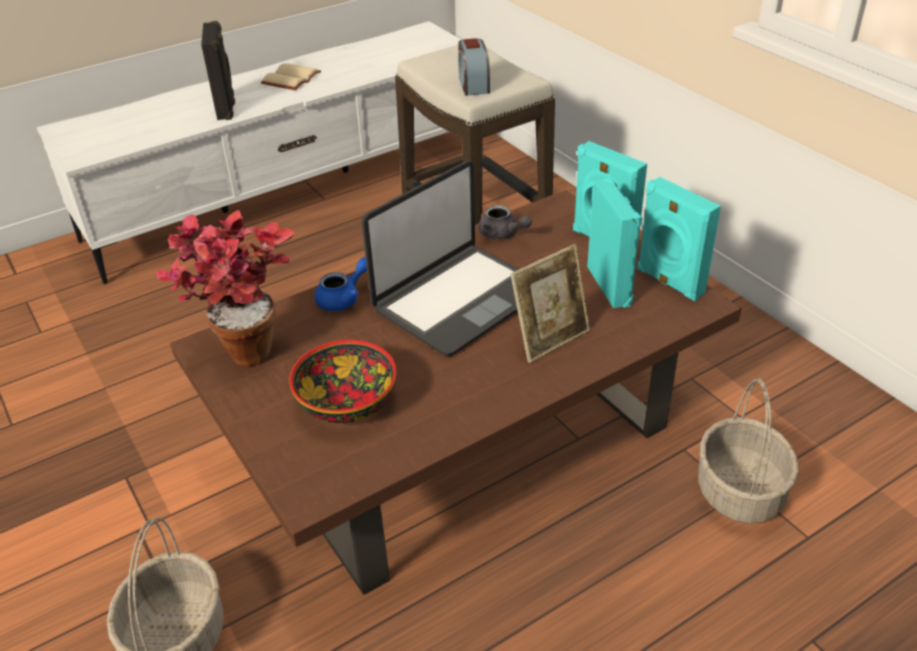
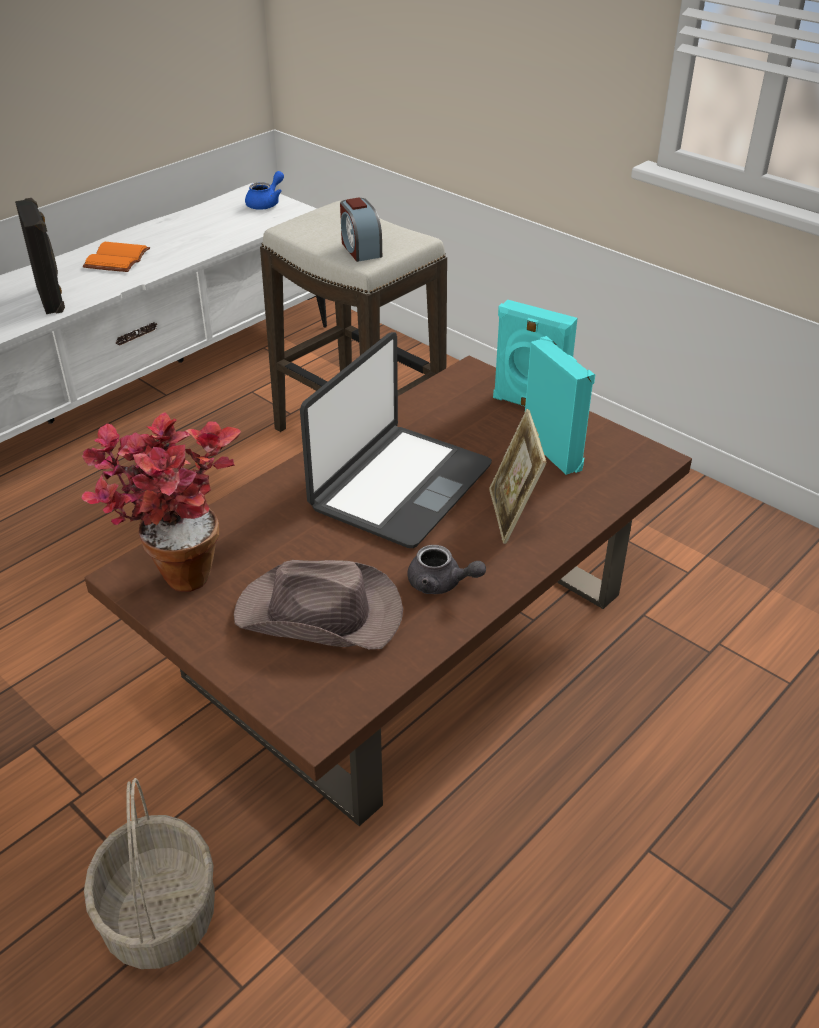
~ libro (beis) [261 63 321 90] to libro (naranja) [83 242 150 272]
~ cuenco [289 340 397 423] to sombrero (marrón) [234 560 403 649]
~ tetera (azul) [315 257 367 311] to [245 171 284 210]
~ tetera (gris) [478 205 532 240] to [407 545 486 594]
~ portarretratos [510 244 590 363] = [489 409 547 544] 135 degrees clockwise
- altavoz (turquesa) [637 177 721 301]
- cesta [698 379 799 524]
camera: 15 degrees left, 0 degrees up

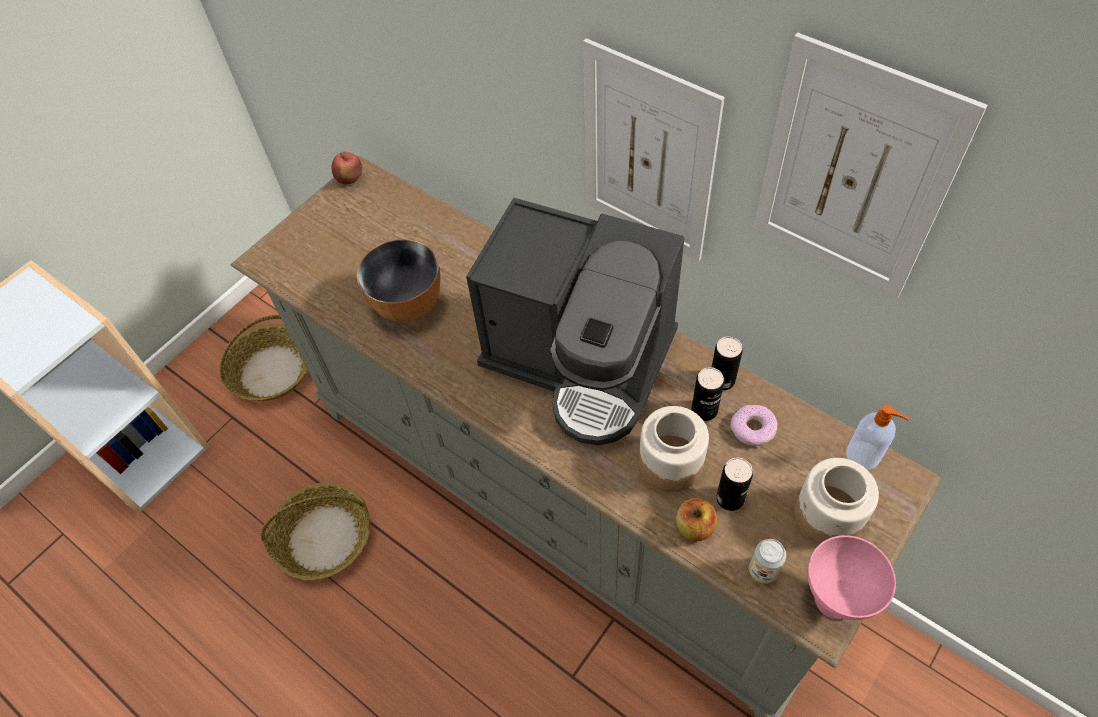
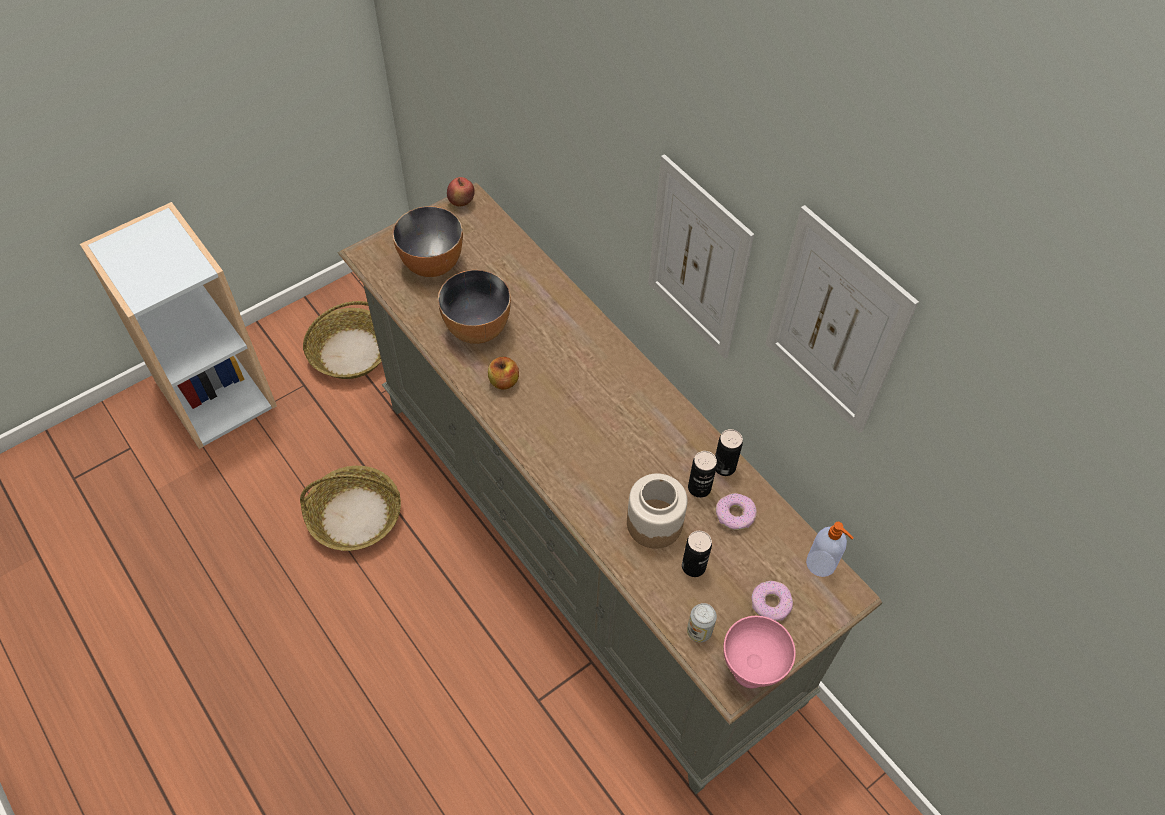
- cafetera [466 198 684 445]
~ manzana [676 499 717 541] to [488 357 519 390]
~ tarro [795 458 879 544] to rosquilla [752 581 793 622]
+ cuenco [392 206 463 277]
camera: 10 degrees right, 0 degrees up

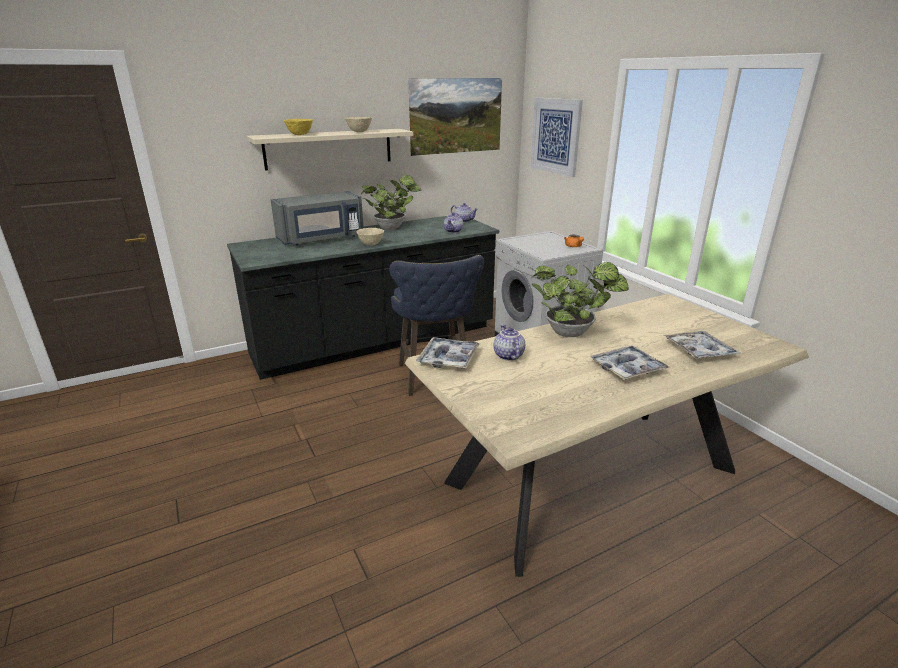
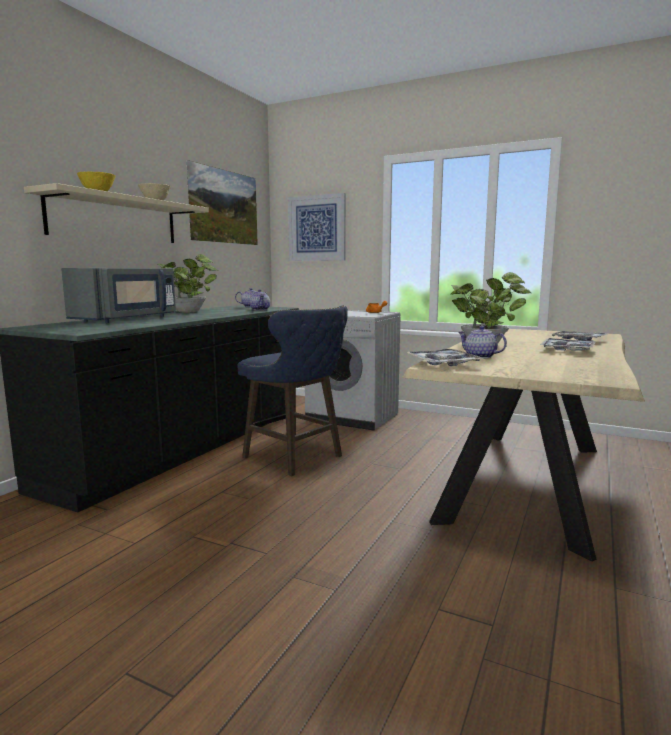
- cuenco (beis) [356 228 384 245]
camera: 35 degrees left, 15 degrees down

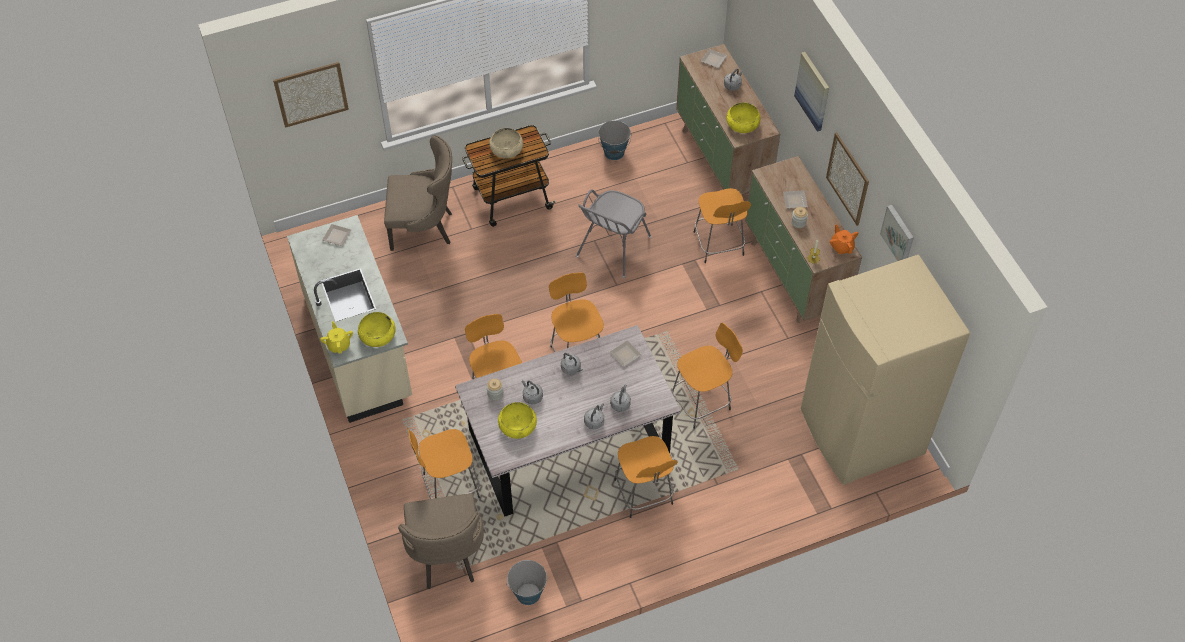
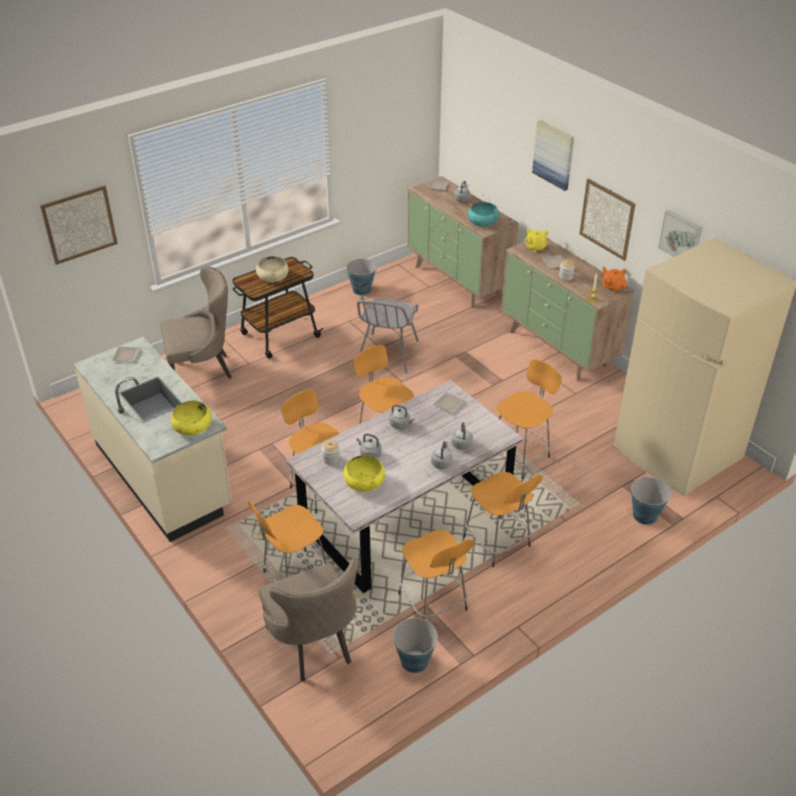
~ tetera (amarillo) [320 321 353 354] to [525 228 548 252]
~ taburete (naranja) [694 188 751 263] to [398 530 474 620]
~ cuenco (amarillo) [726 102 760 133] to cuenco (turquesa) [468 202 499 227]
+ cubo [629 477 671 525]
camera: 15 degrees left, 15 degrees down

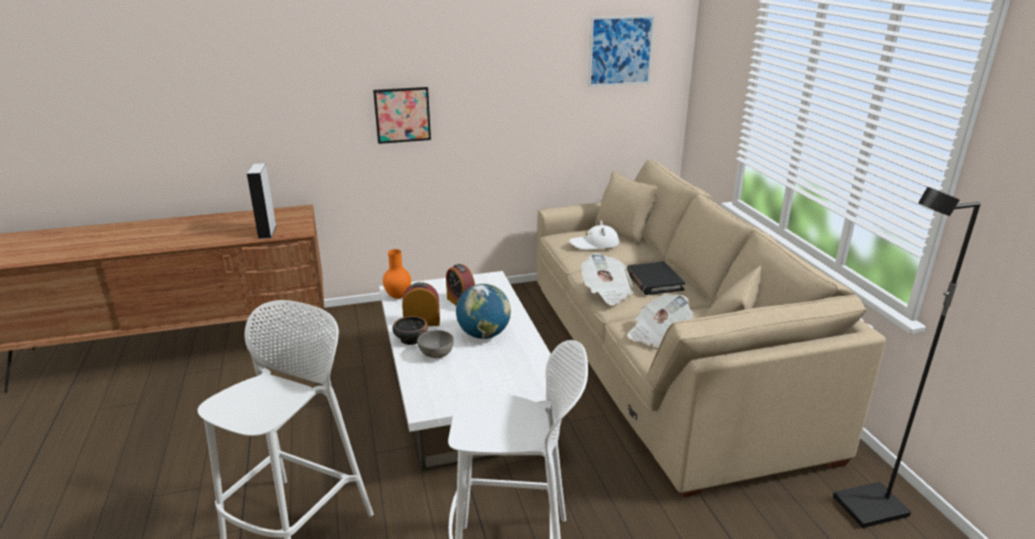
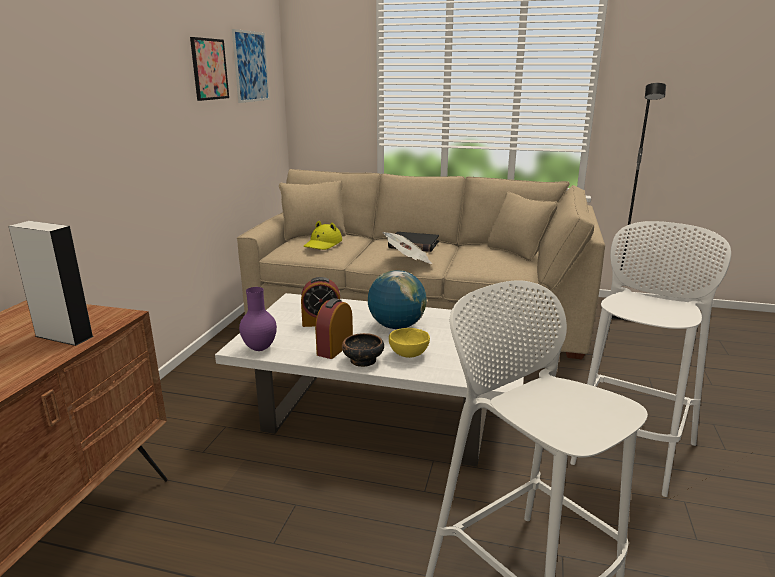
~ cuadro [373 87 431 144] to [190 37 229 101]
~ florero (naranja) [383 249 411 299] to florero (morado) [239 287 277 351]
~ cuenco (gris) [417 330 454 358] to cuenco (amarillo) [389 328 430 358]
~ sombrero (blanco) [569 220 619 250] to sombrero (amarillo) [303 221 342 250]
- periódico [627 294 693 347]
camera: 60 degrees left, 5 degrees down

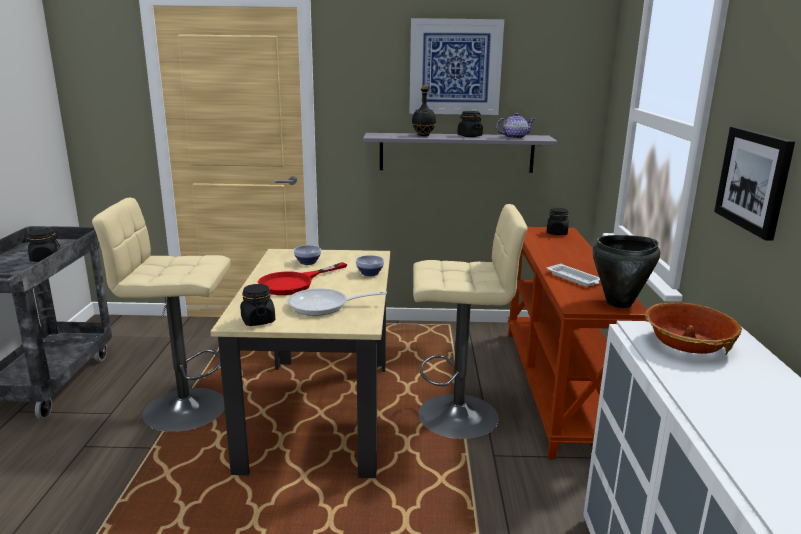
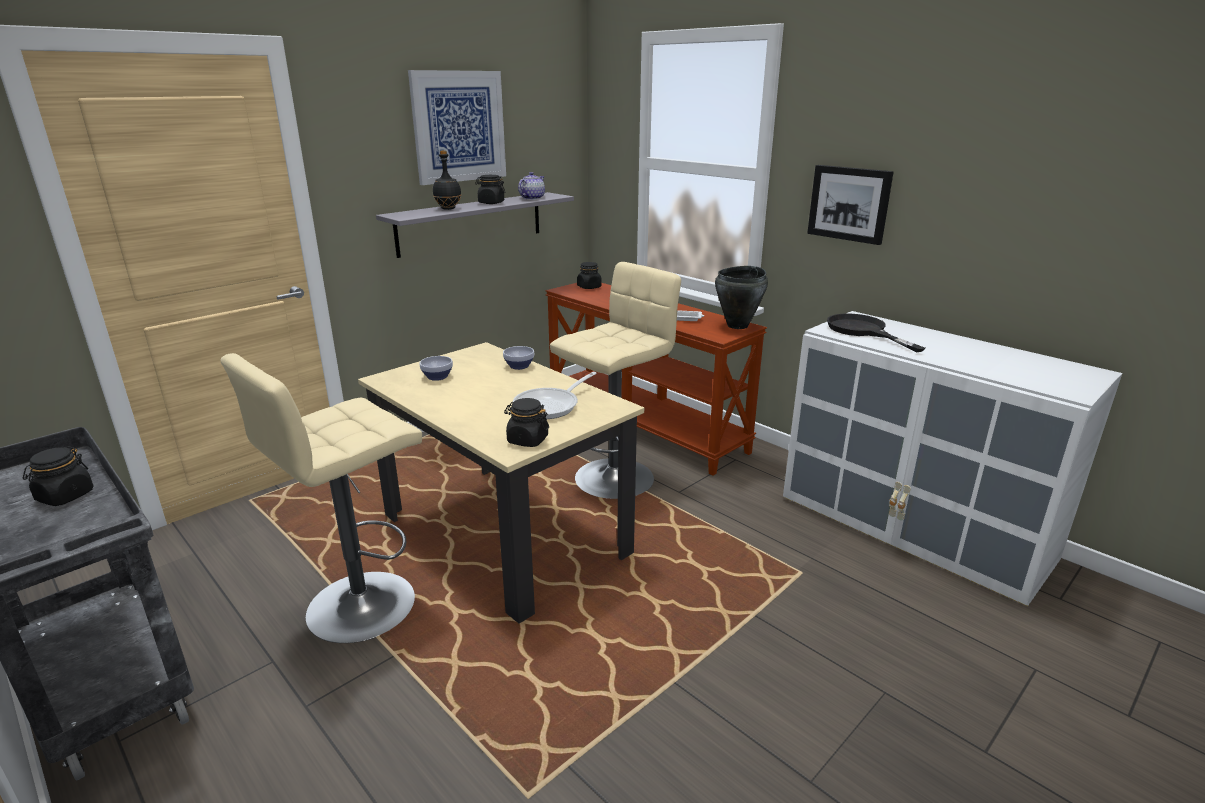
- sartén (rojo) [258 262 347 295]
~ cuenco [645 302 742 355] to sartén (negro) [827 314 925 352]
camera: 45 degrees left, 5 degrees up

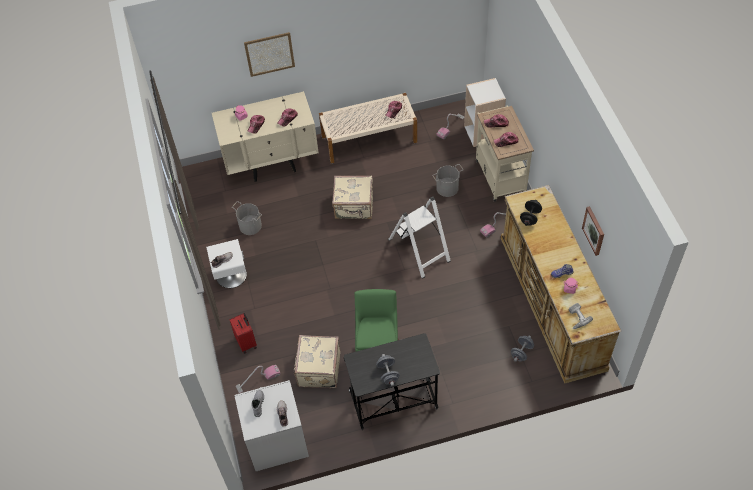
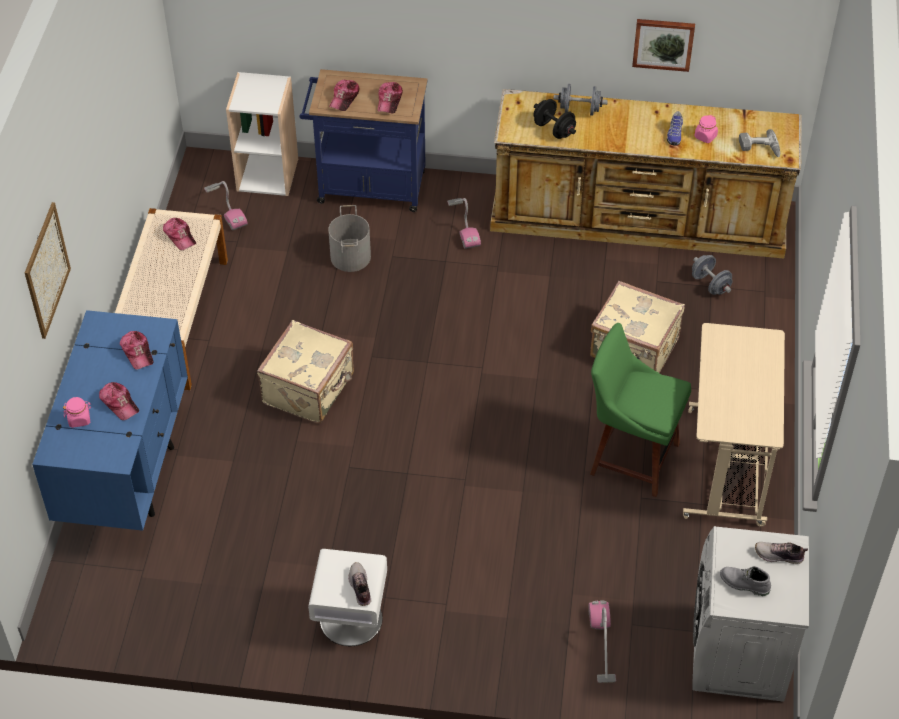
~ cómoda (beis) [212 91 319 182] to cómoda (azul) [32 310 188 531]
- maleta (rojo) [229 313 257 354]
- cubo (gris) [232 201 262 235]
~ maleta (beis) [294 335 340 388] to [590 281 685 373]
~ escritorio (negro) [343 333 440 430] to escritorio (beis) [683 323 785 527]
~ mancuerna (gris) [376 354 400 386] to [554 84 608 116]
- escalera de tijera (blanco) [388 196 451 279]
~ carrito (beis) [476 105 534 202] to carrito (azul) [299 69 428 212]
camera: 70 degrees left, 5 degrees down

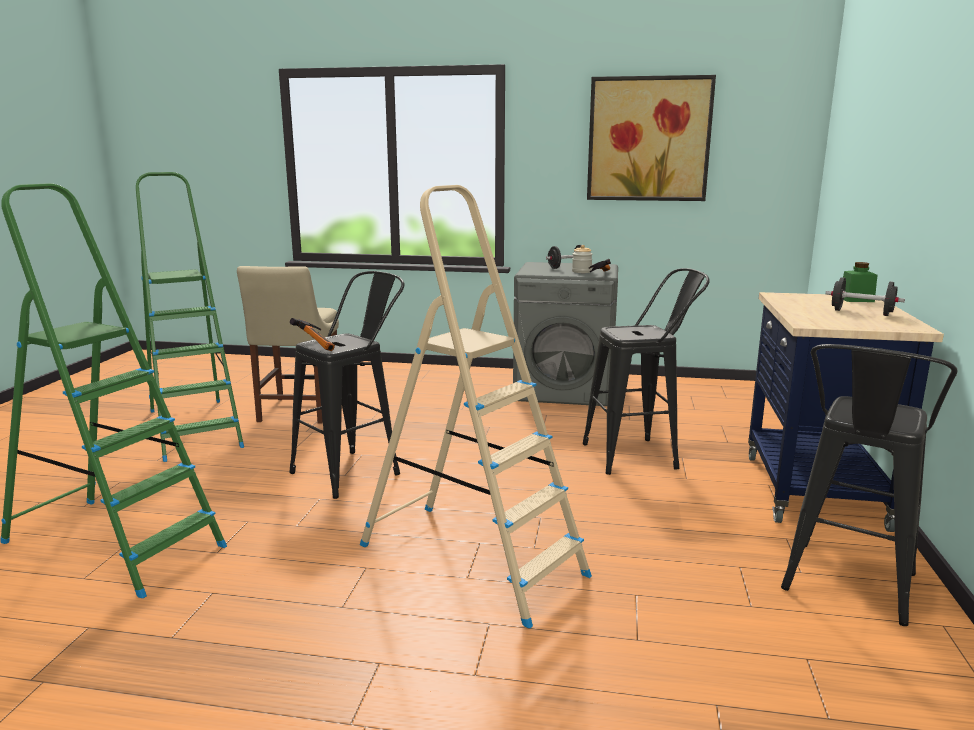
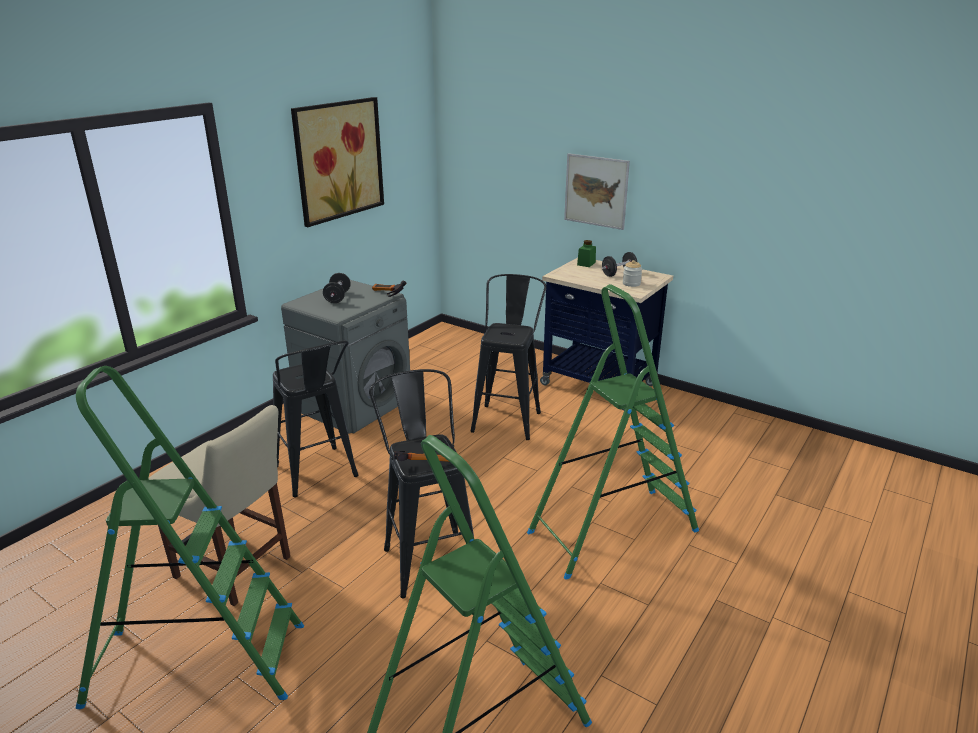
~ escalera de tijera (beis) [360 185 592 628] to escalera de tijera (verde) [527 284 699 580]
~ tarro [572 245 593 273] to [623 260 642 287]
~ taburete (negro) [781 344 958 626] to [273 340 358 497]
+ cuadro [564 153 630 230]
camera: 65 degrees left, 10 degrees up

